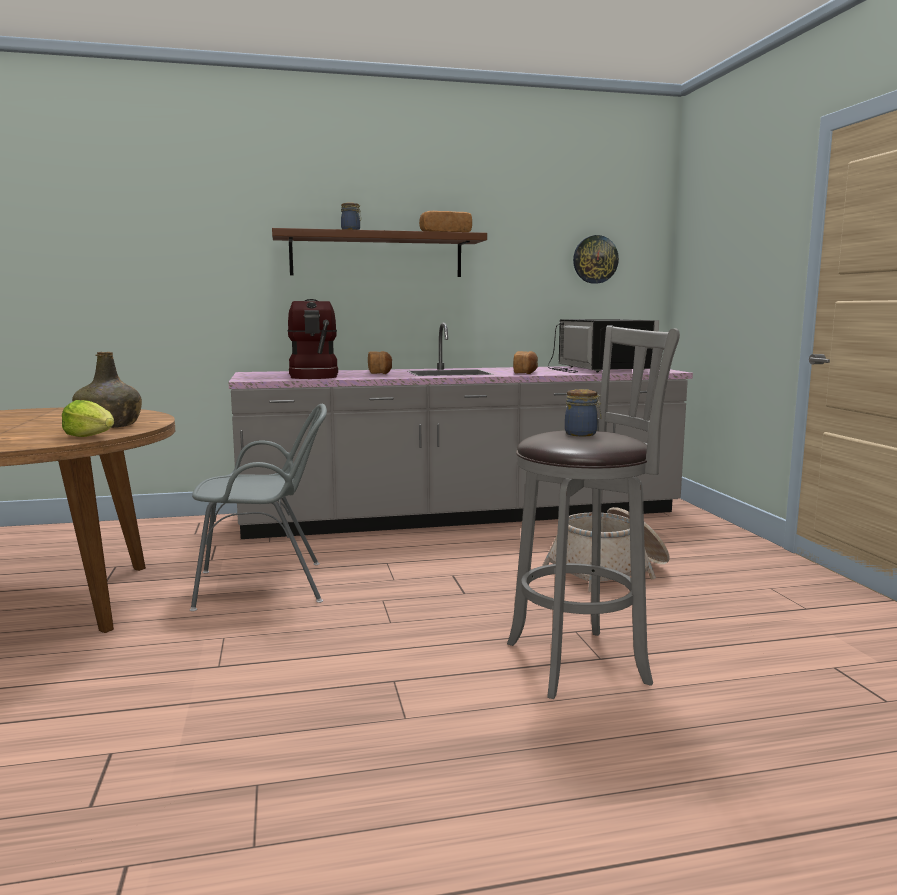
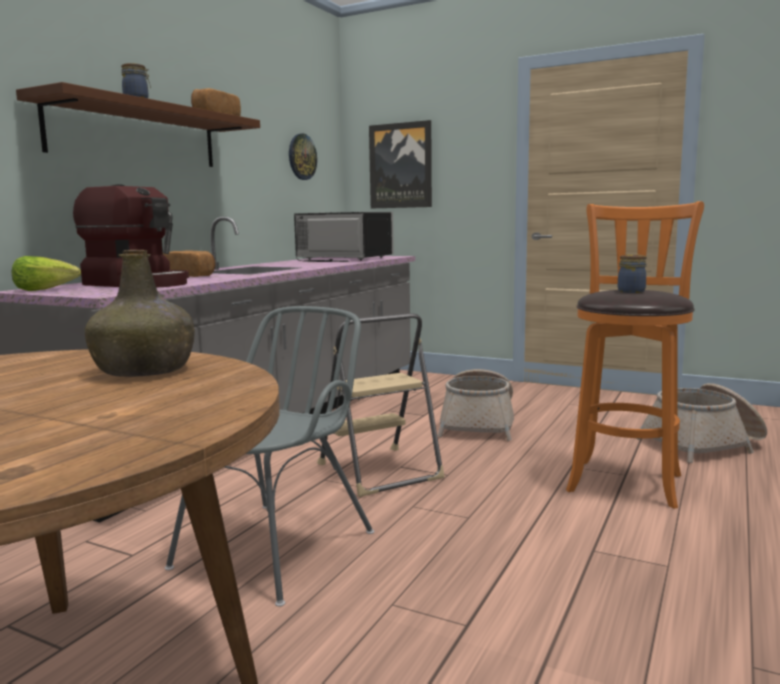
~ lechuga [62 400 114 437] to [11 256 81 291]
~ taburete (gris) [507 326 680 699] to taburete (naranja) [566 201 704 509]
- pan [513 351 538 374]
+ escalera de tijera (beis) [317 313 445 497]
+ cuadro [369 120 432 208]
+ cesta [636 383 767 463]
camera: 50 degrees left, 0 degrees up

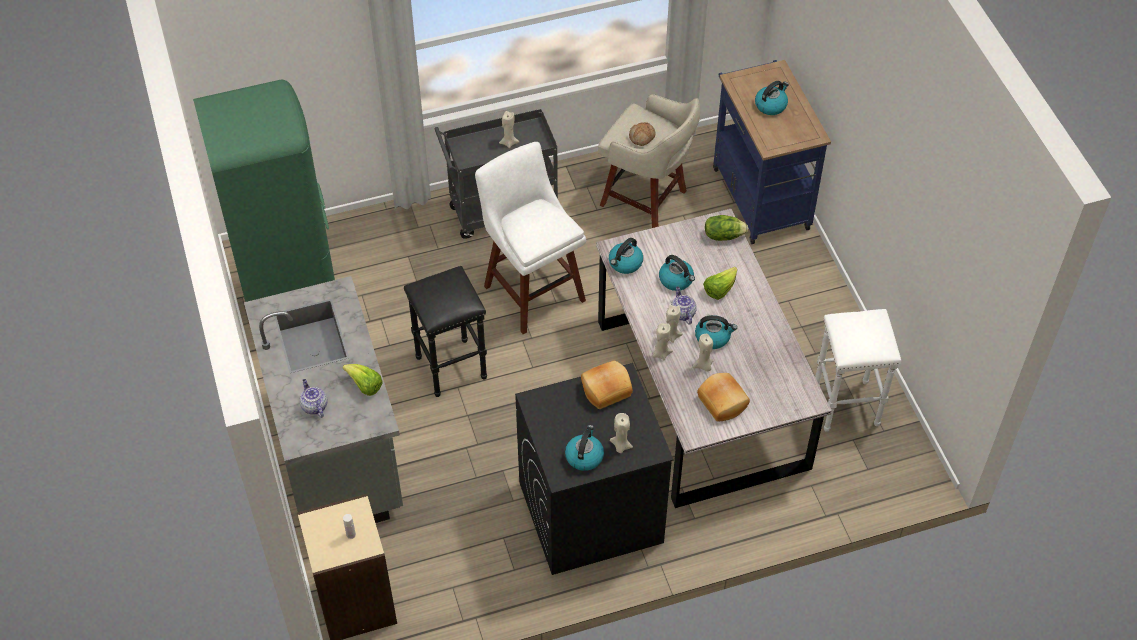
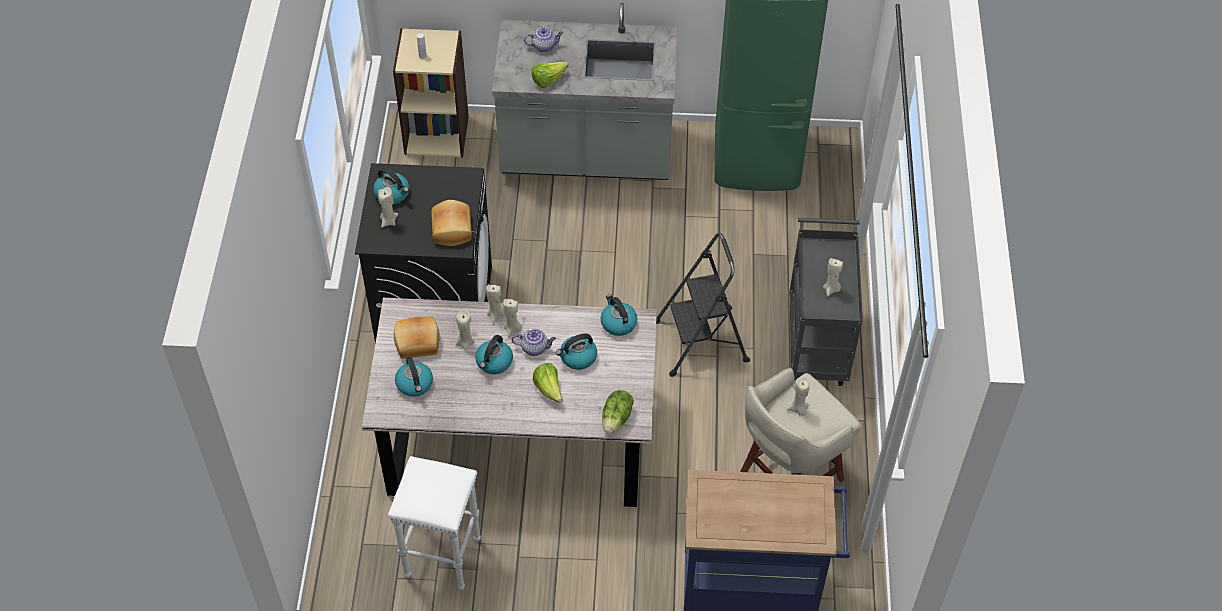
- taburete (negro) [404 266 487 397]
~ taburete (blanco) [475 142 586 334] to escalera de tijera (negro) [656 233 750 377]
~ pan [629 122 656 146] to vela (beis) [787 377 810 416]
~ hervidor [755 81 789 115] to [395 357 433 397]
camera: 110 degrees right, 0 degrees up

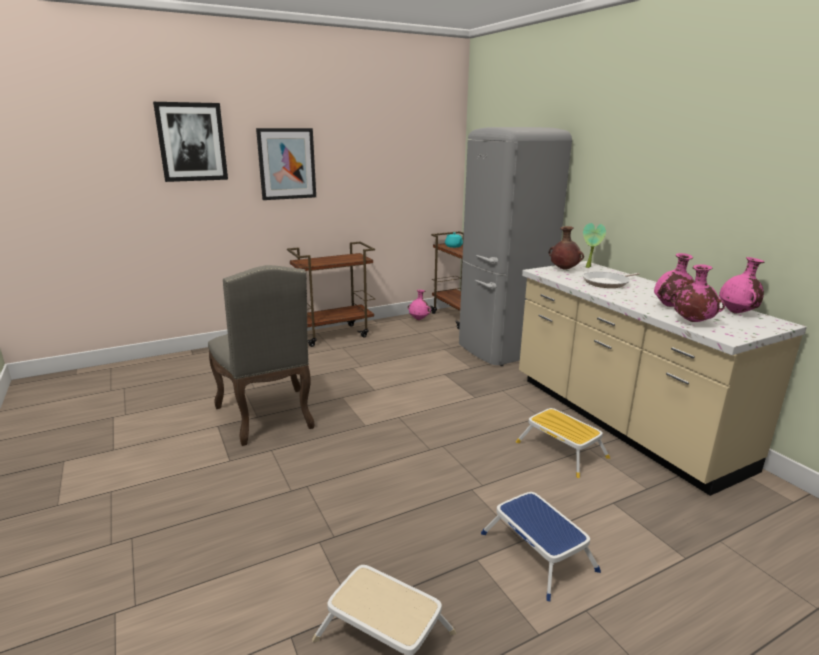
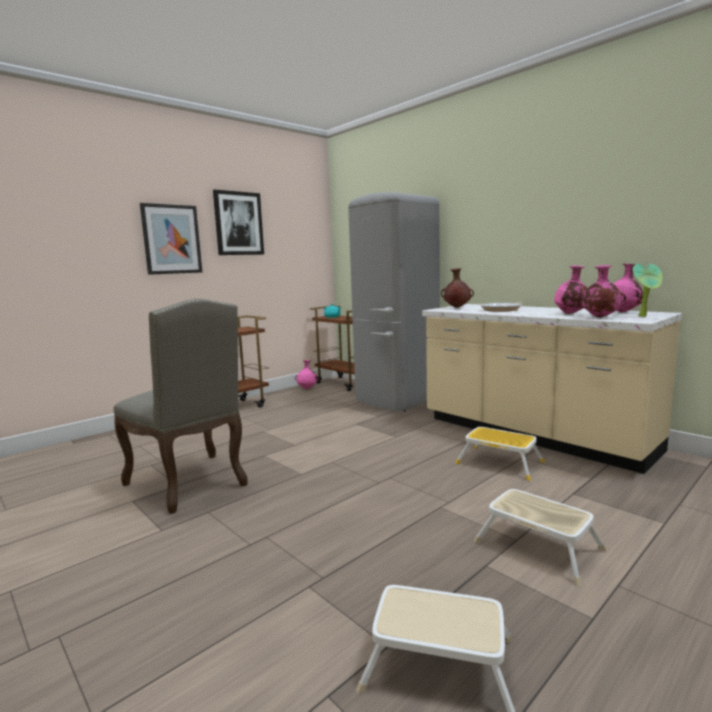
~ cuadro [153 102 228 182] to [213 190 264 255]
~ escalera de tijera (azul) [481 492 601 601] to escalera de tijera (beis) [474 489 606 586]
~ planta en maceta [583 223 606 268] to [632 263 663 317]
camera: 15 degrees left, 10 degrees down

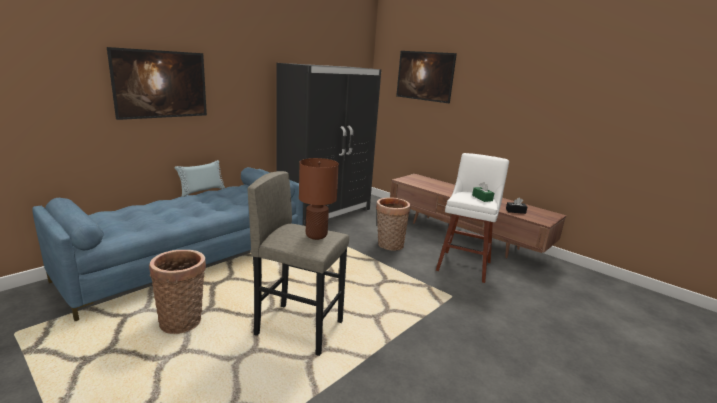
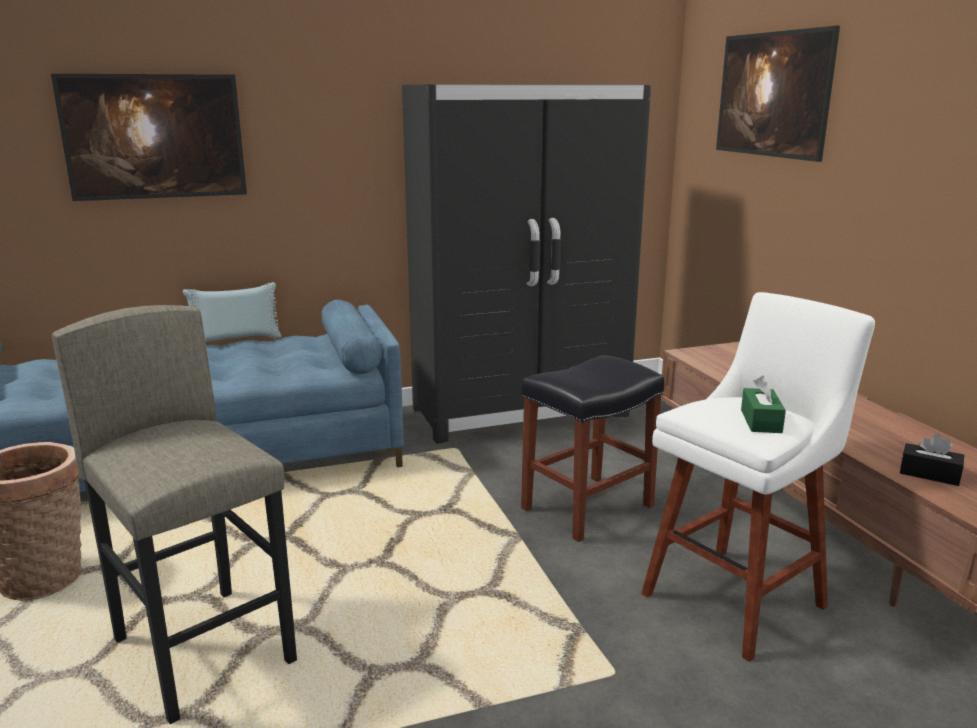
- lámpara de mesa (marrón) [299 158 339 240]
~ cesta [376 198 410 250] to taburete (negro) [521 355 664 542]
camera: 30 degrees right, 0 degrees up

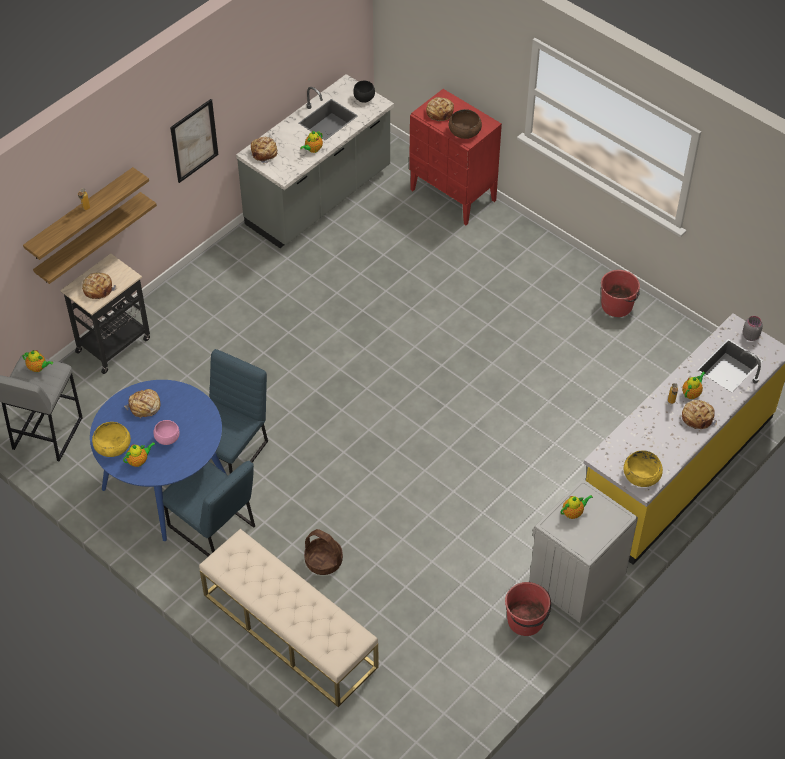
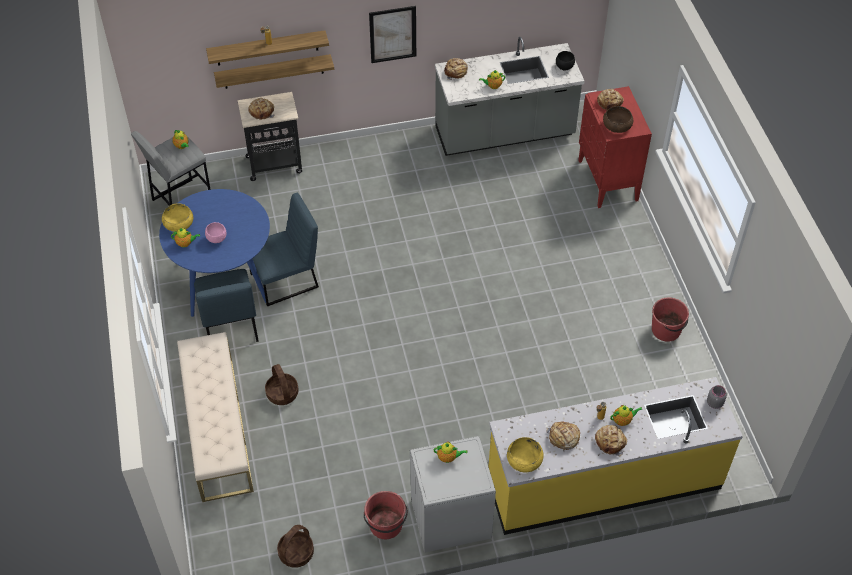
~ pan [124 389 160 419] to [546 422 580 450]
+ cesta [277 525 314 568]
camera: 35 degrees right, 0 degrees up

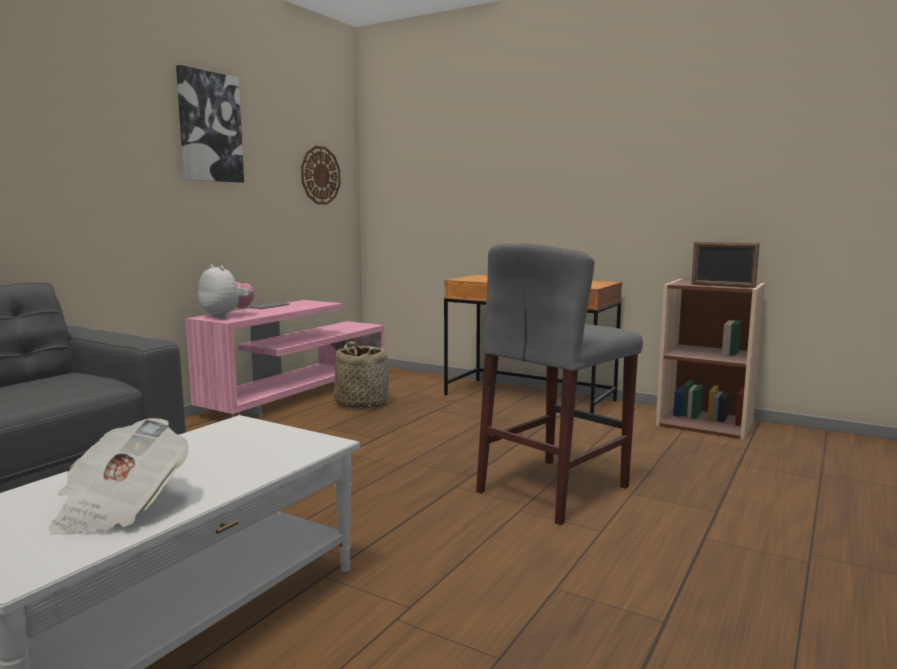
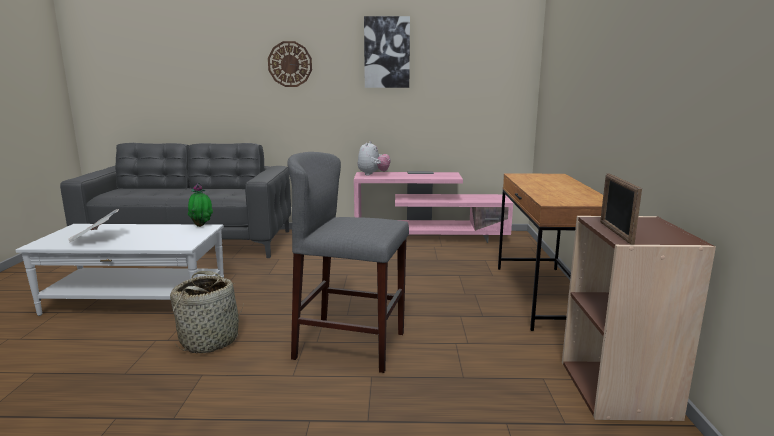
~ reloj de pared [301 146 341 205] to [268 41 312 87]
~ cesta [334 341 389 409] to [170 271 244 354]
+ planta en maceta [188 183 213 227]
camera: 60 degrees right, 5 degrees up

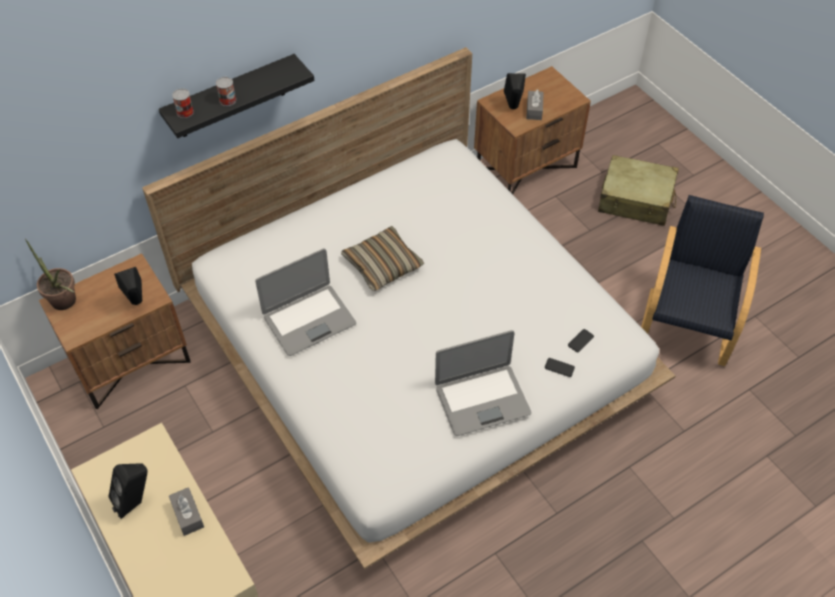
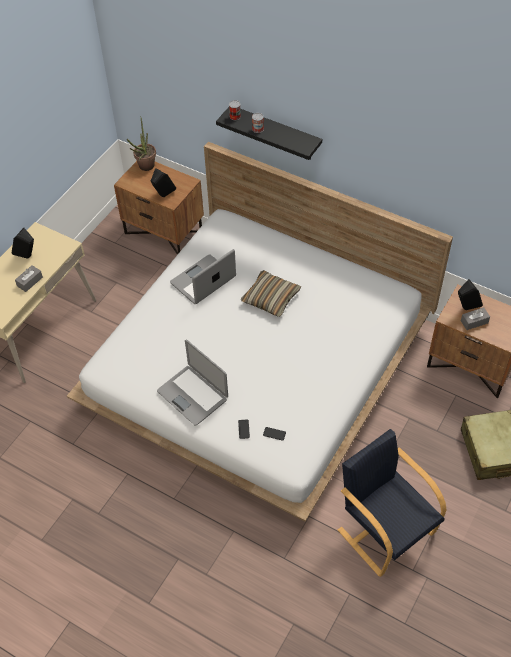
~ portátil [255 249 356 356] = [170 249 236 304] 105 degrees clockwise
~ sillón (negro) [641 195 764 366] = [338 429 447 577] 120 degrees counterclockwise
camera: 65 degrees right, 0 degrees up

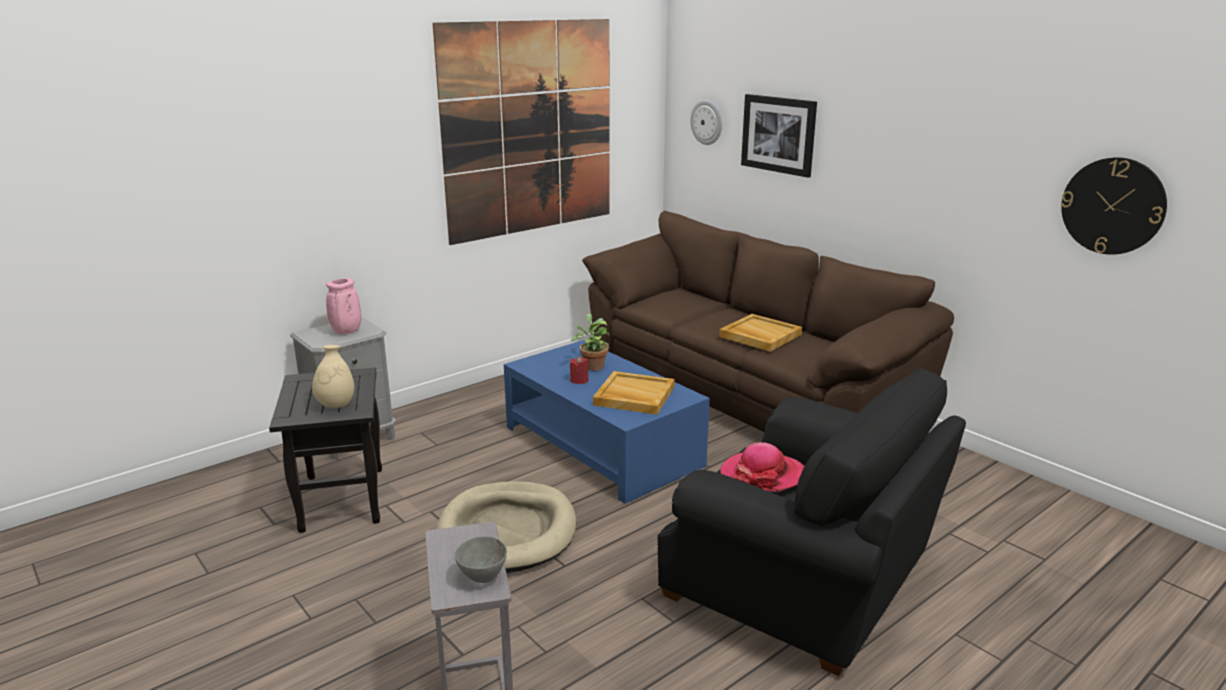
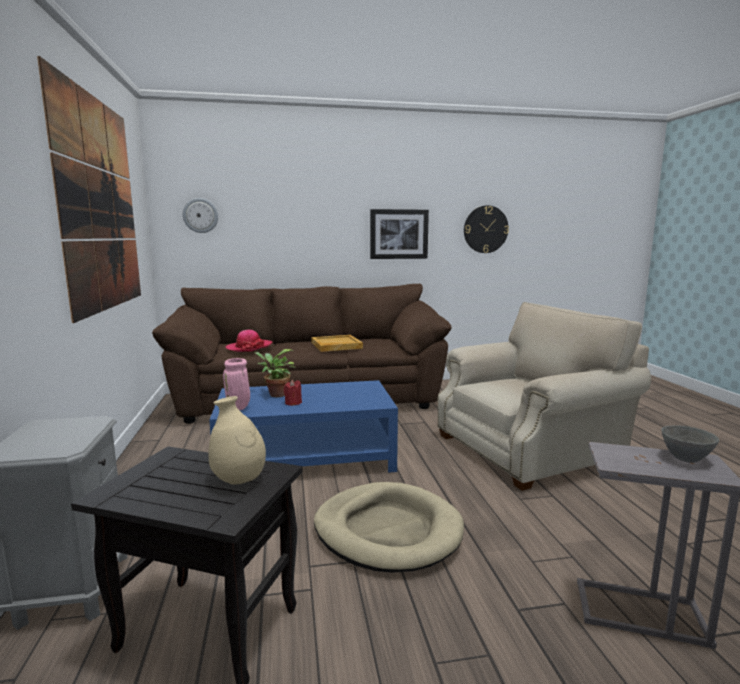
~ florero (rosa) [326 278 361 335] to [223 358 250 410]
- bandeja (beis) [593 371 675 415]
~ sillón (negro) [657 368 966 676] to sillón (beis) [438 302 651 491]
~ sombrero [720 442 804 492] to [225 330 272 352]
~ cuadro [741 94 817 178] to [370 209 429 259]
camera: 60 degrees left, 10 degrees down

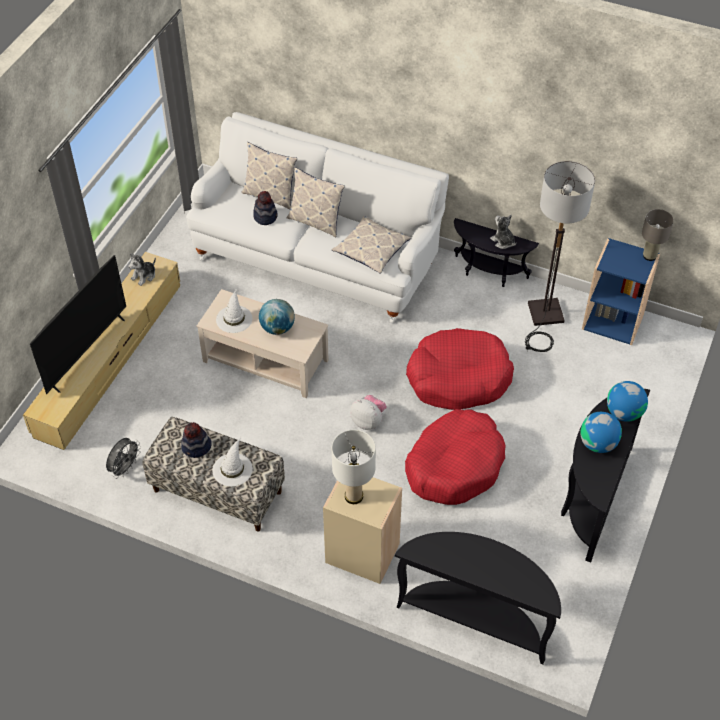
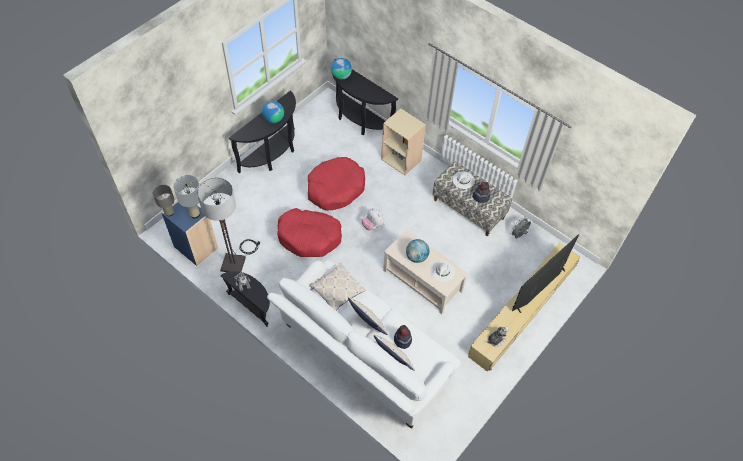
~ lámpara de mesa (blanco) [332 430 376 504] to [173 175 200 219]
~ globo terráqueo [607 381 648 422] to [331 58 352 79]
camera: 165 degrees left, 5 degrees up

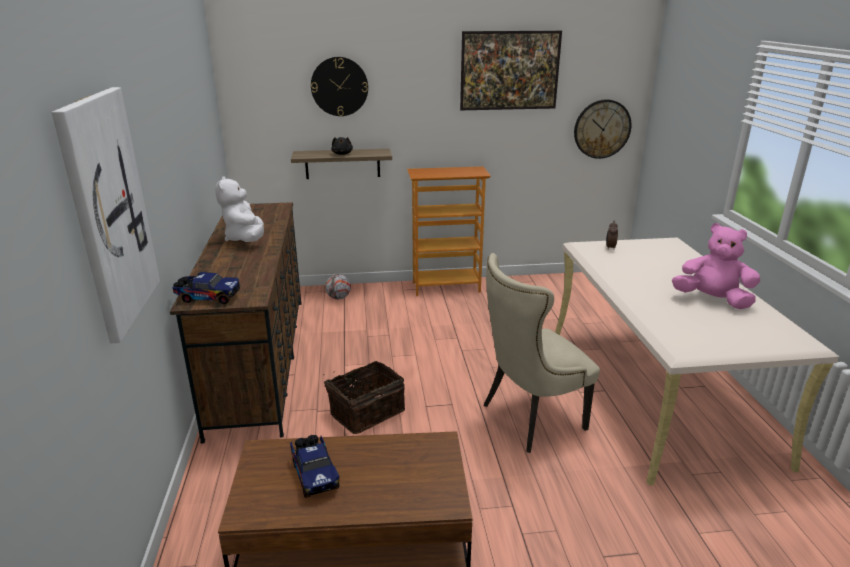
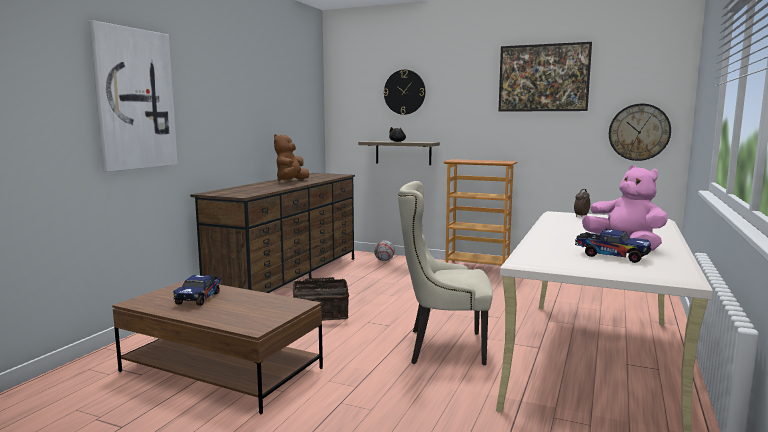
~ camión de juguete [172 272 240 305] to [575 229 651 263]
~ peluche (blanco) [215 176 264 242] to peluche (marrón) [274 134 309 181]
camera: 30 degrees right, 15 degrees down

